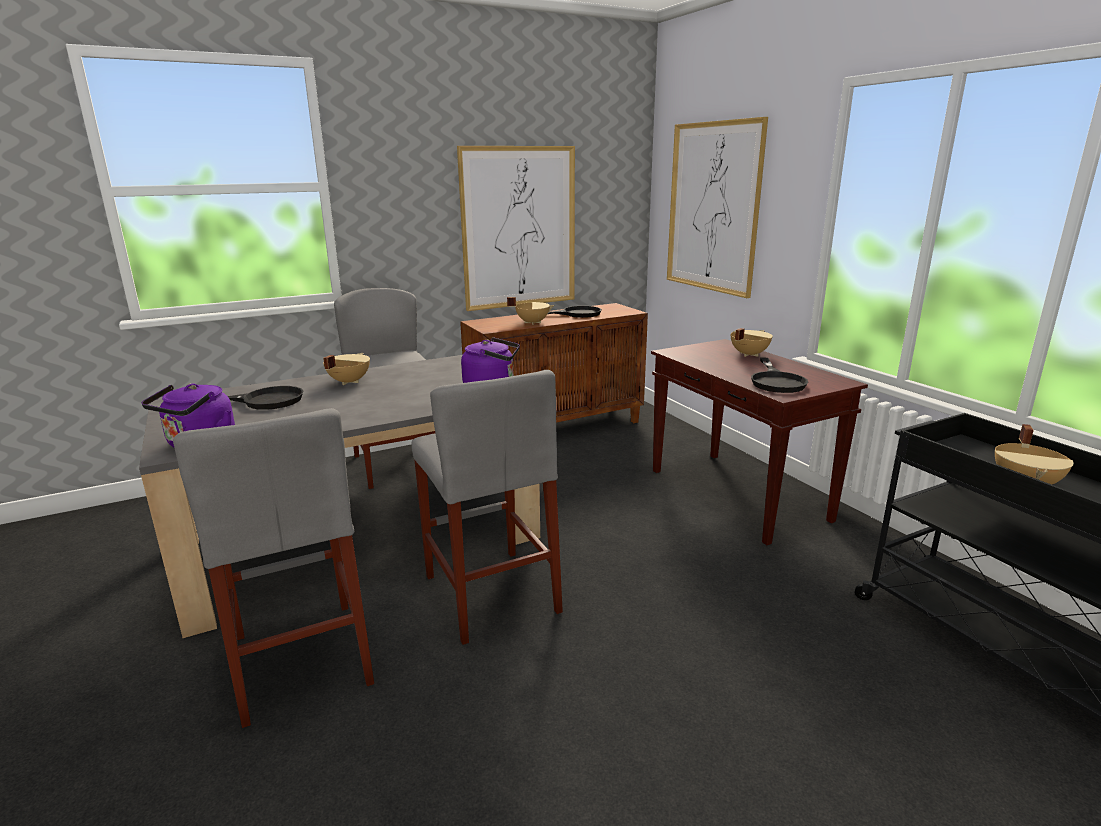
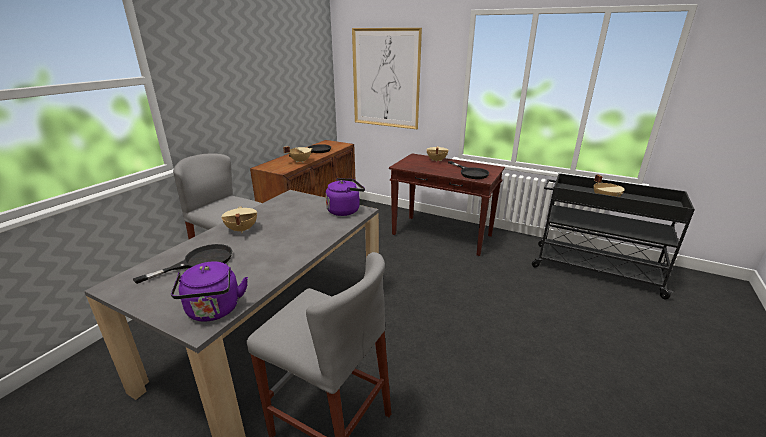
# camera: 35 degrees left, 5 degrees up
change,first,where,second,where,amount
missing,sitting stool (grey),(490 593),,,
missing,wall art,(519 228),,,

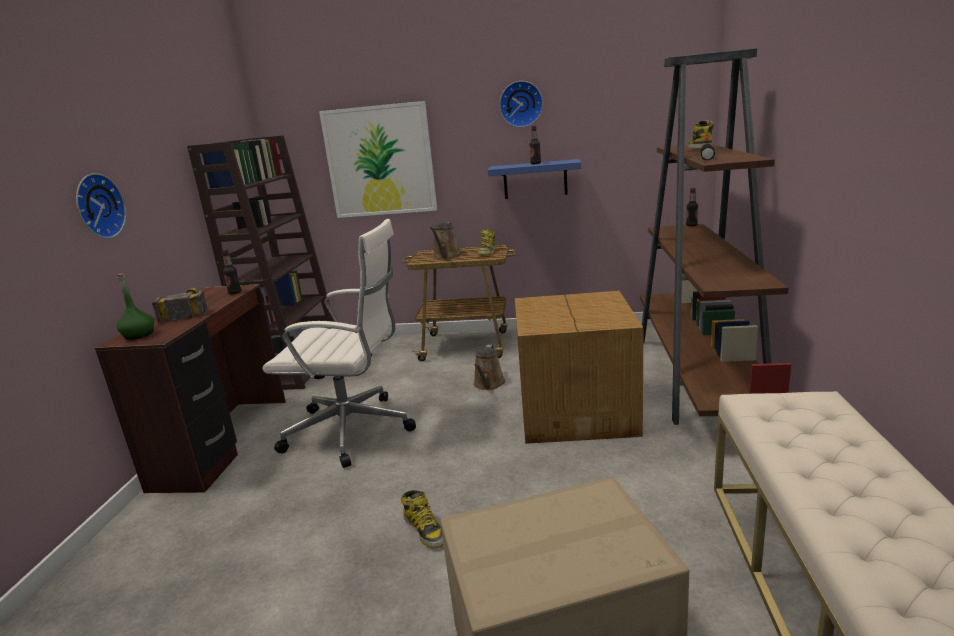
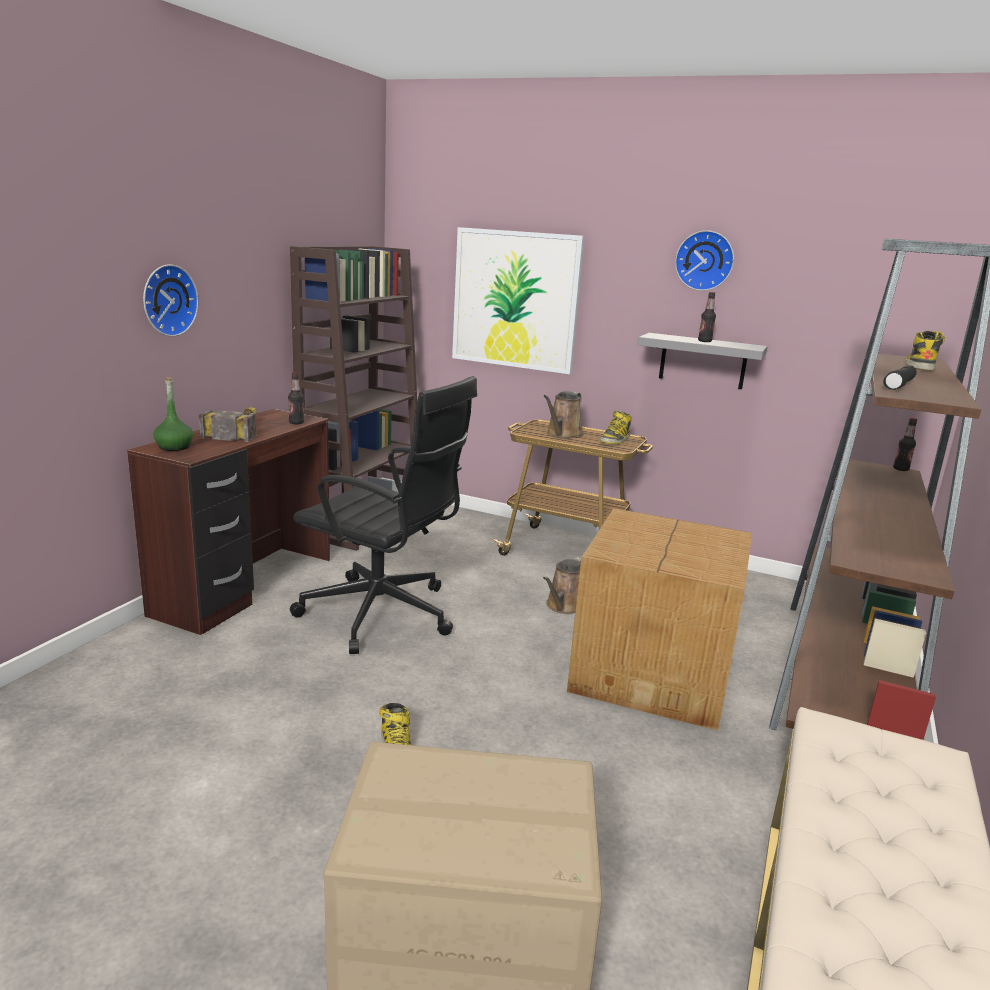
# camera: 15 degrees right, 0 degrees up
change,first,where,second,where,amount
colour,computer chair (whitish),(353 430),computer chair (blackish),(382 615),
colour,bracket shelf (blue-coloured),(535 179),bracket shelf (grey),(703 361),

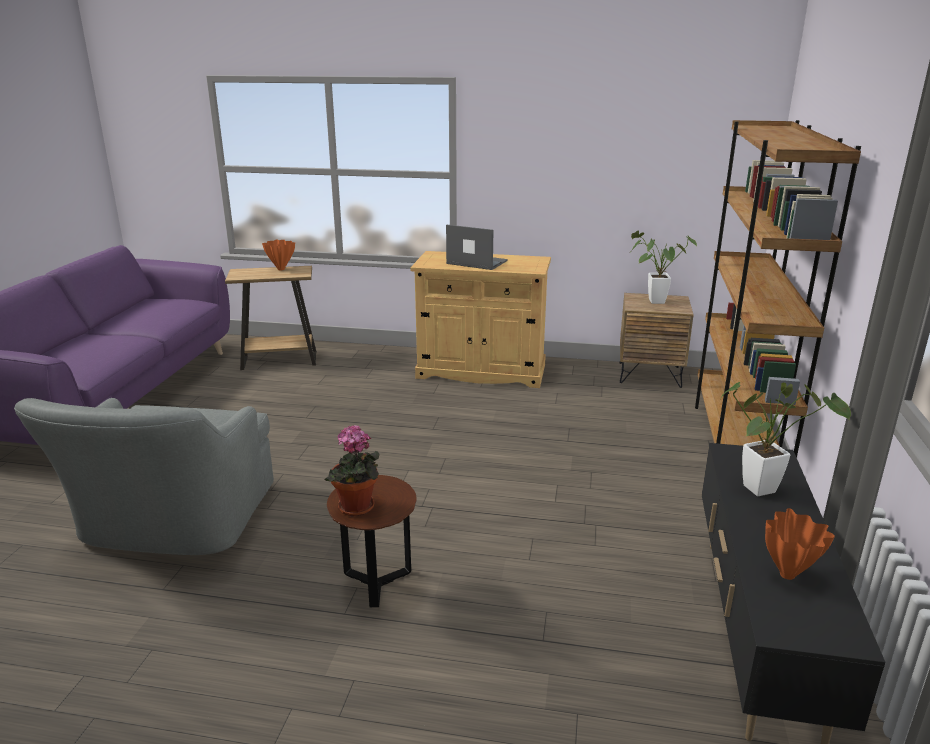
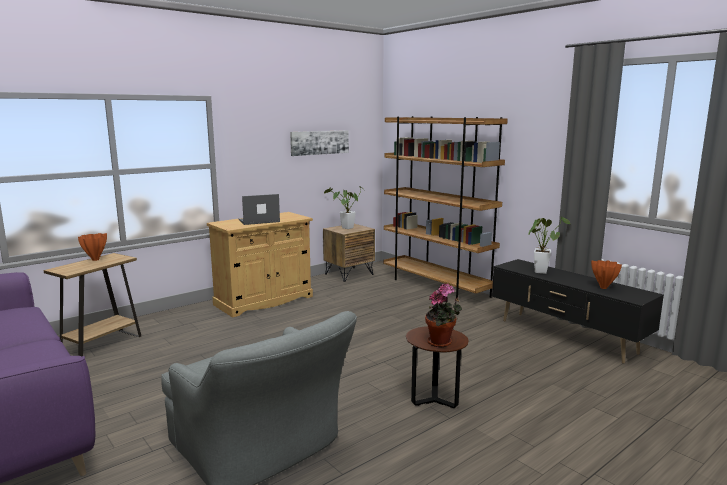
# camera: 50 degrees left, 10 degrees down
change,first,where,second,where,amount
appeared,,,wall art,(319 142),

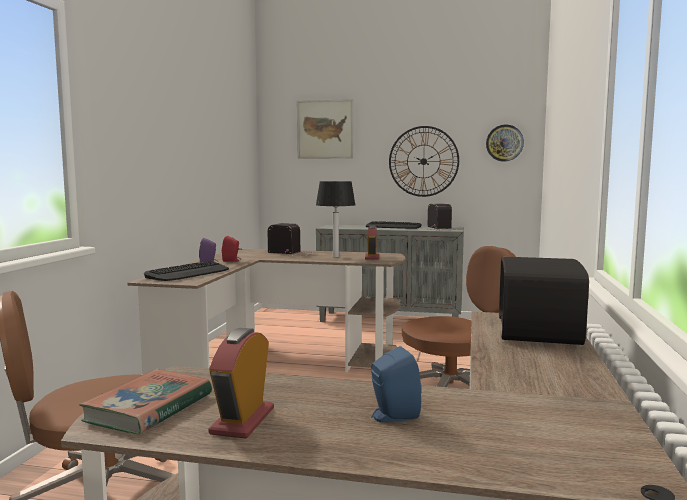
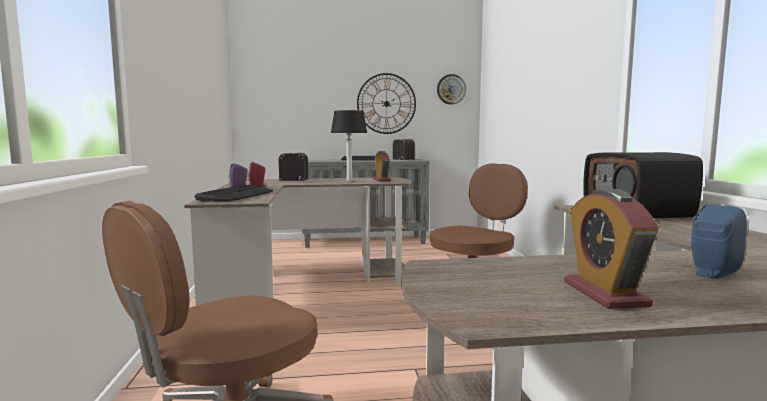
# camera: 20 degrees left, 0 degrees up
change,first,where,second,where,amount
missing,book,(149 408),,,
missing,wall art,(325 129),,,

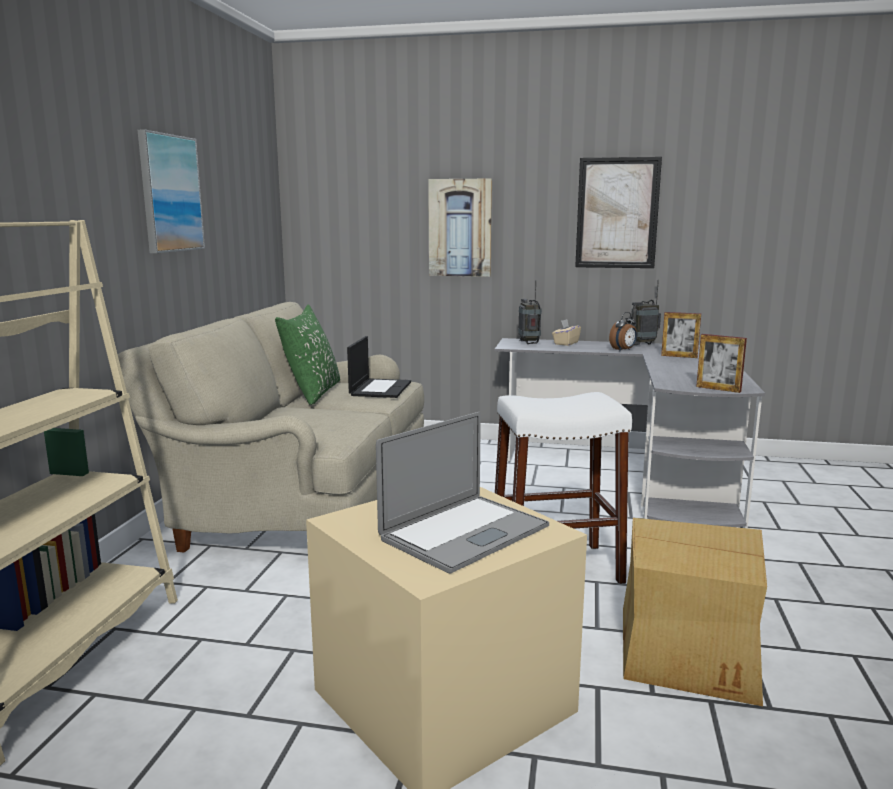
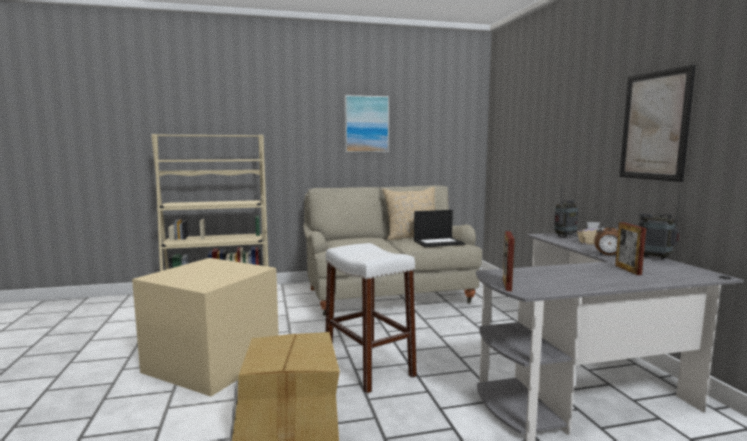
# camera: 65 degrees right, 5 degrees down
change,first,where,second,where,amount
colour,cushion (green),(312 393),cushion (beige),(412 236),
missing,laptop,(464 532),,,
missing,wall art,(460 228),,,

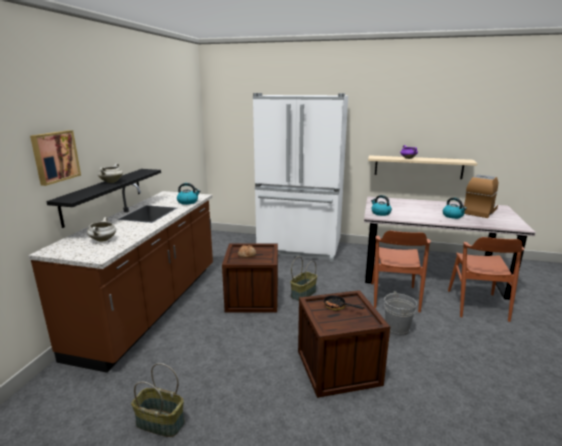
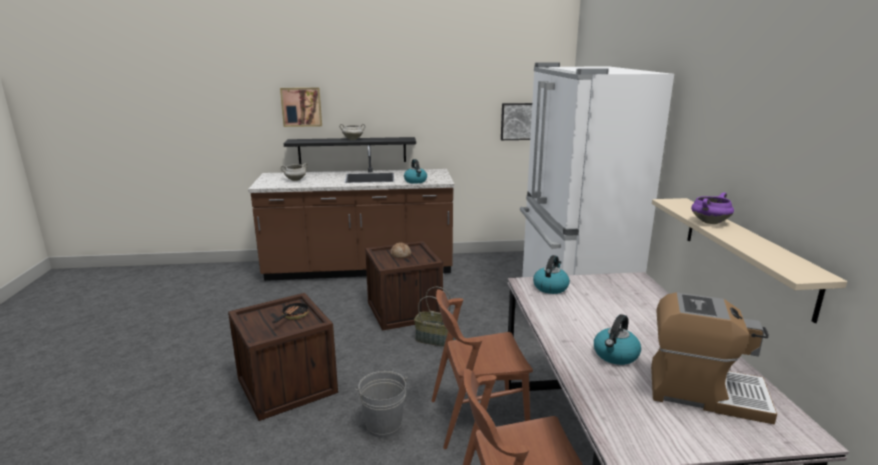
# camera: 70 degrees right, 0 degrees up
change,first,where,second,where,amount
appeared,,,wall art,(518 121),
missing,storage basket,(159 423),,,

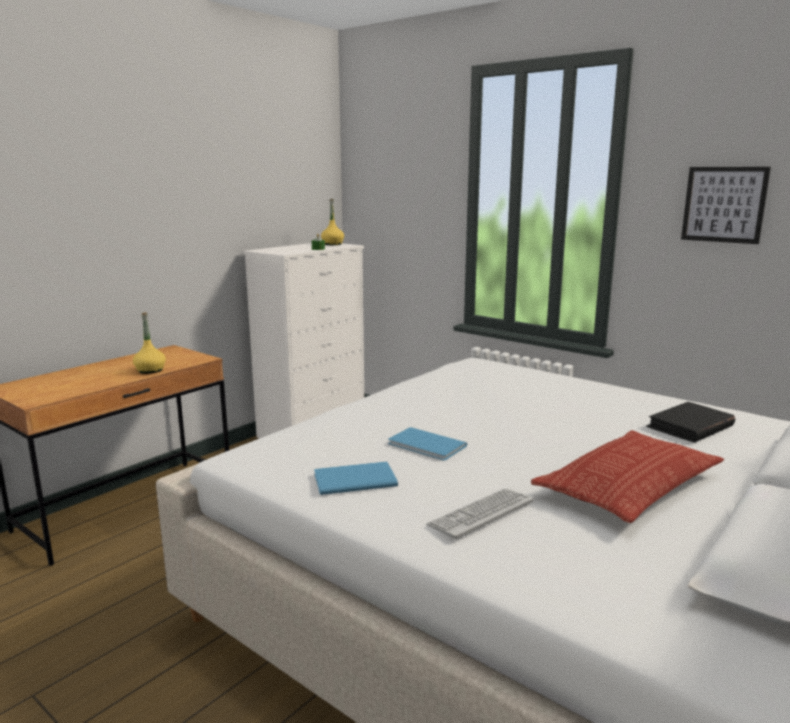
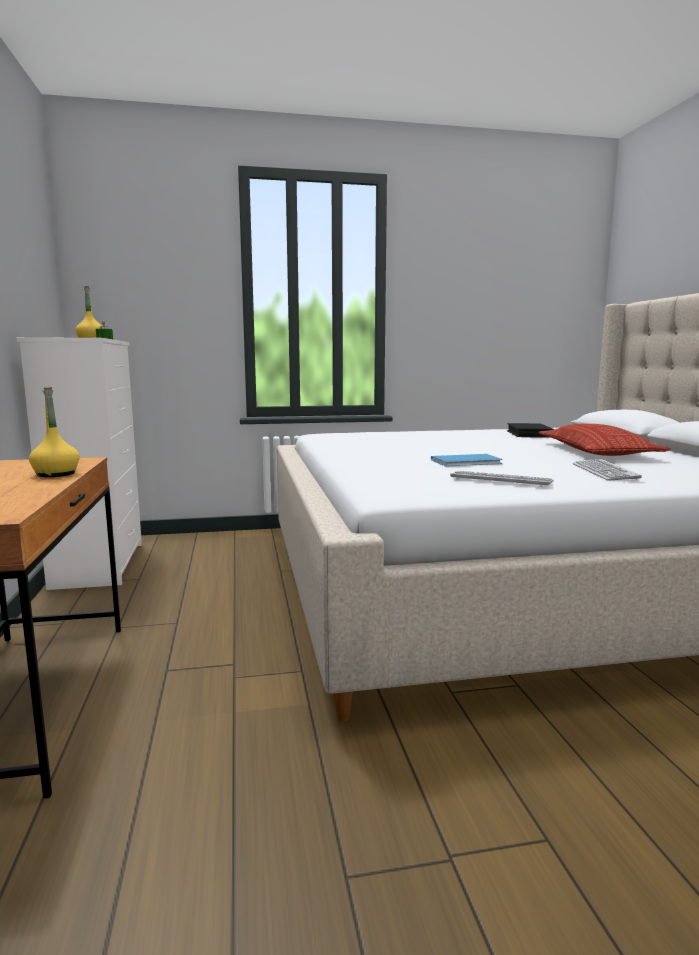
# camera: 50 degrees left, 5 degrees down
change,first,where,second,where,amount
exchanged,book (blue-coloured),(352 479),PC keyboard,(501 480),
missing,wall art,(724 204),,,

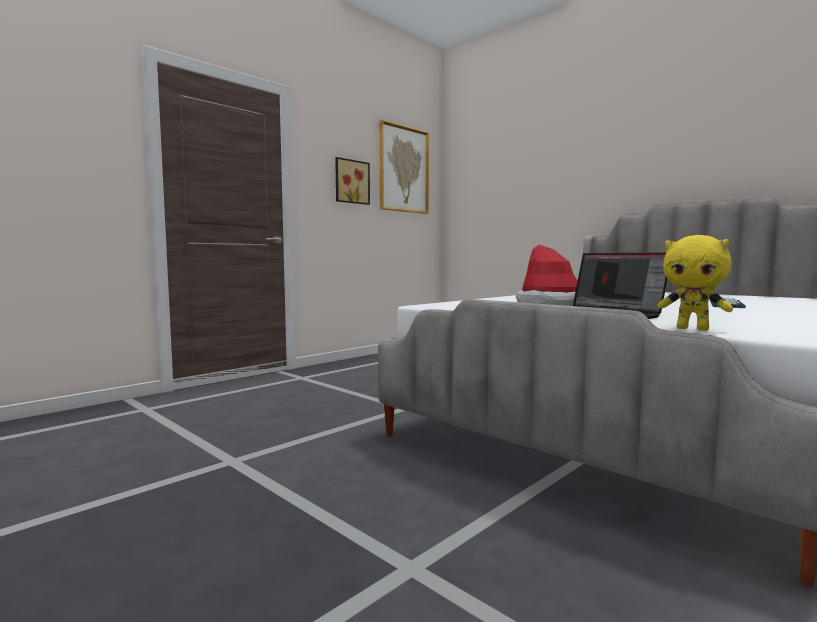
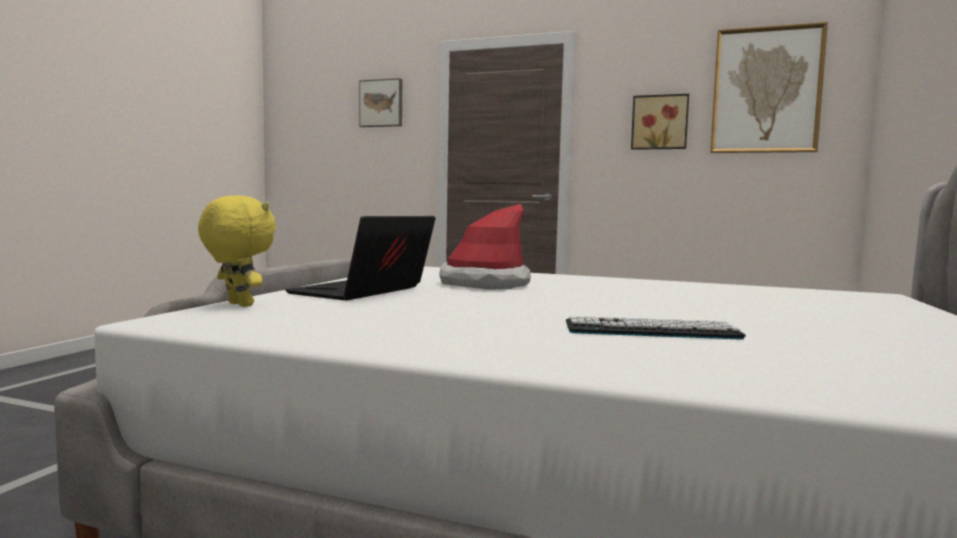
# camera: 65 degrees right, 0 degrees up
change,first,where,second,where,amount
spun,cuddly toy (yellow),(693 329),,(238 305),120 degrees clockwise
appeared,,,wall art,(381 103),

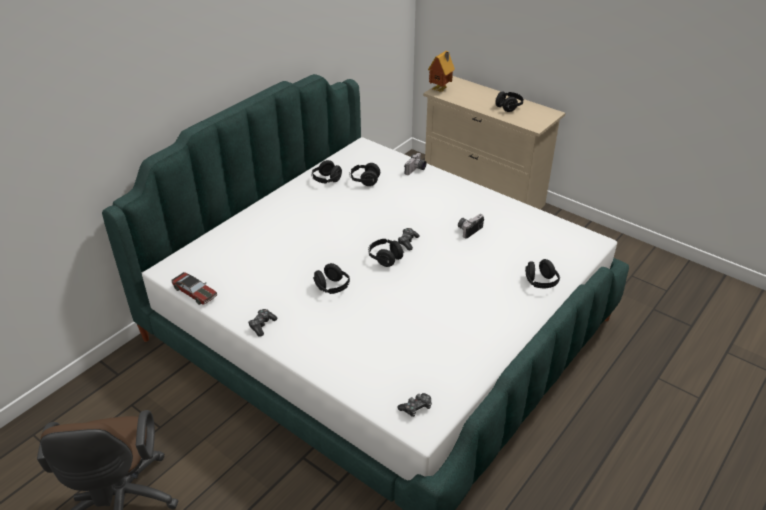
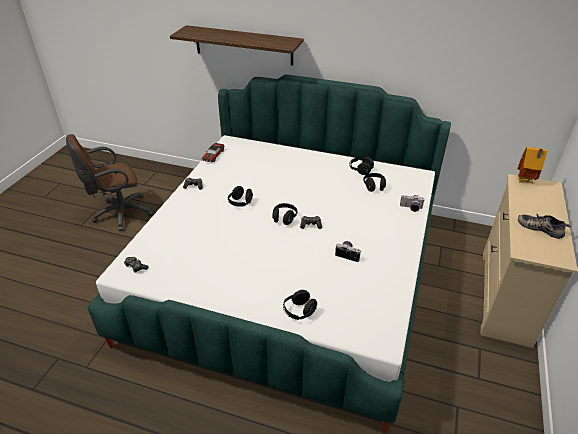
# camera: 70 degrees right, 0 degrees up
change,first,where,second,where,amount
appeared,,,bracket shelf,(243 45),
exchanged,headphones (blackish),(508 107),item of footwear,(540 228),

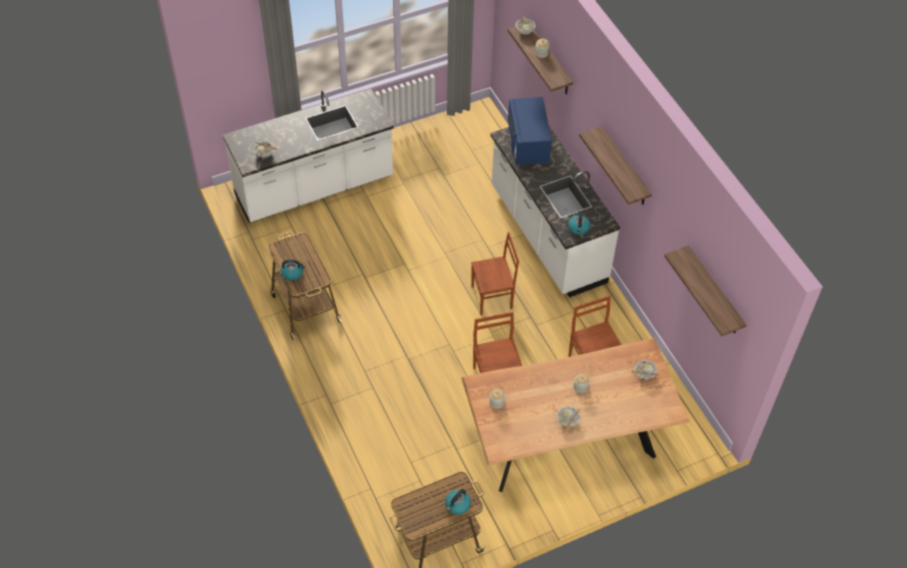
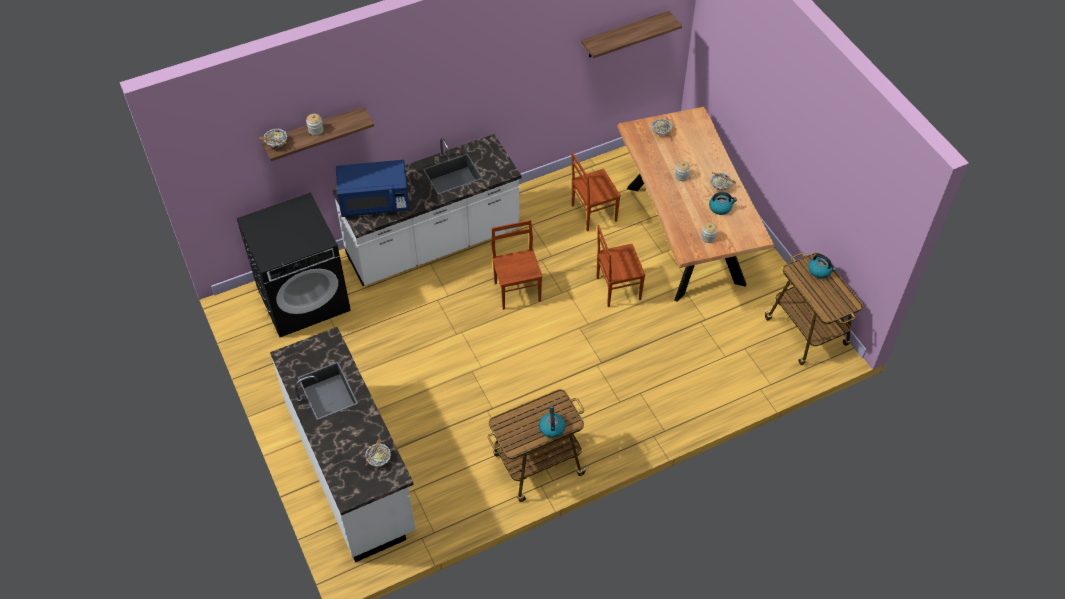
# camera: 90 degrees left, 0 degrees up
change,first,where,second,where,amount
appeared,,,laundry appliance (blackish),(304 298),
relocated,water kettle,(578 228),,(720 207),
missing,bracket shelf,(624 168),,,

